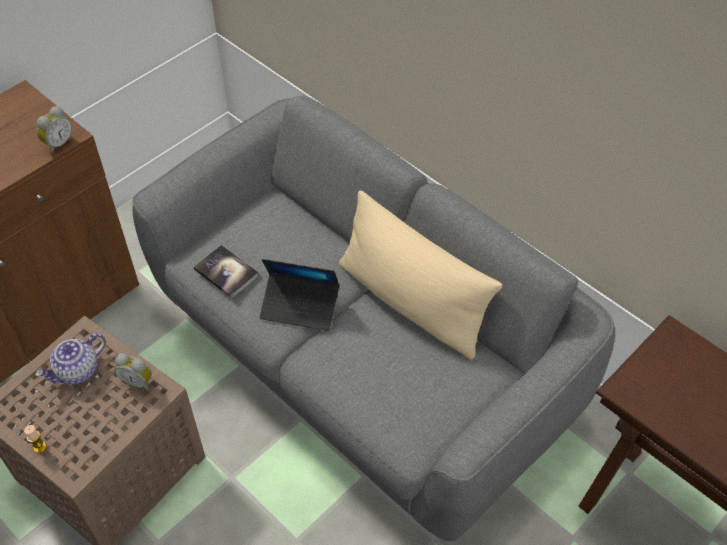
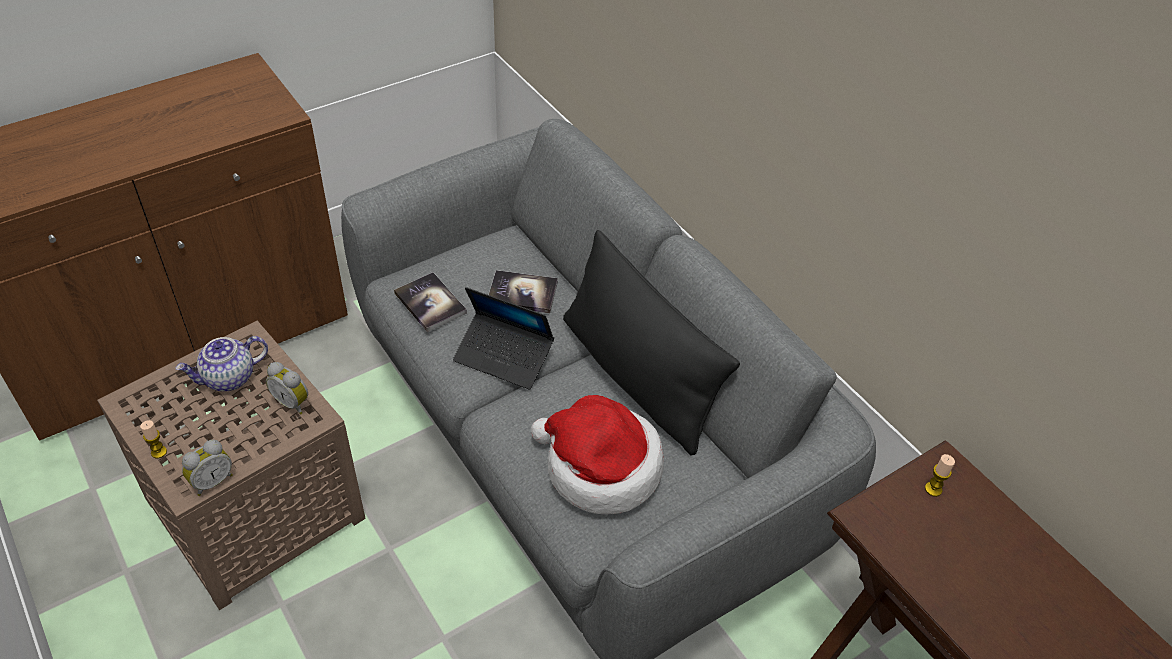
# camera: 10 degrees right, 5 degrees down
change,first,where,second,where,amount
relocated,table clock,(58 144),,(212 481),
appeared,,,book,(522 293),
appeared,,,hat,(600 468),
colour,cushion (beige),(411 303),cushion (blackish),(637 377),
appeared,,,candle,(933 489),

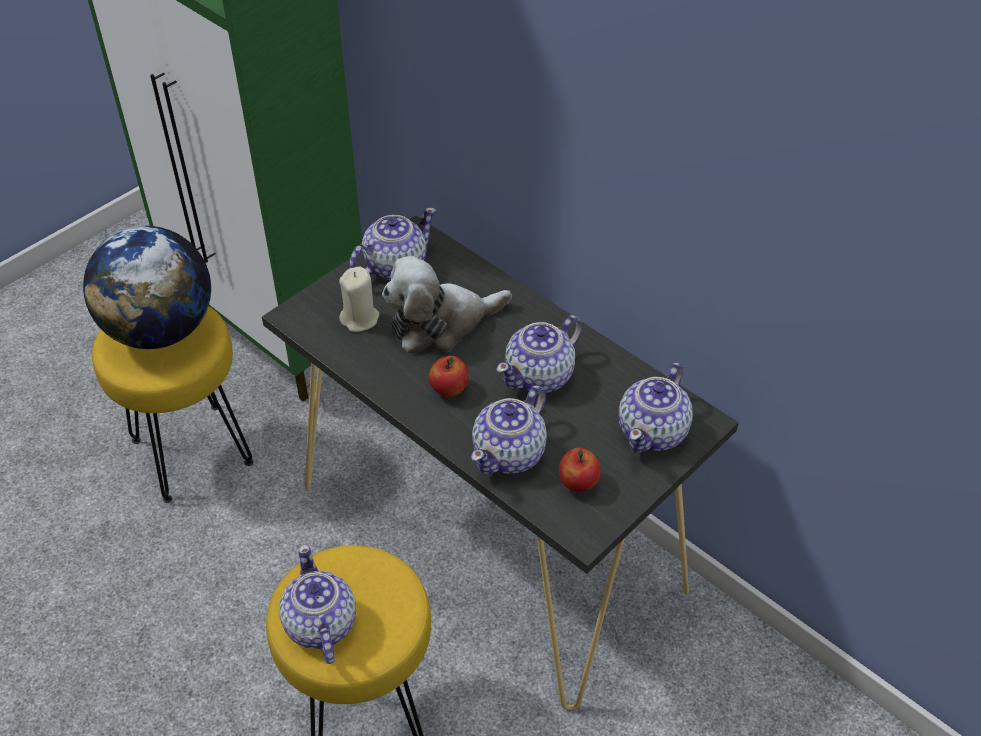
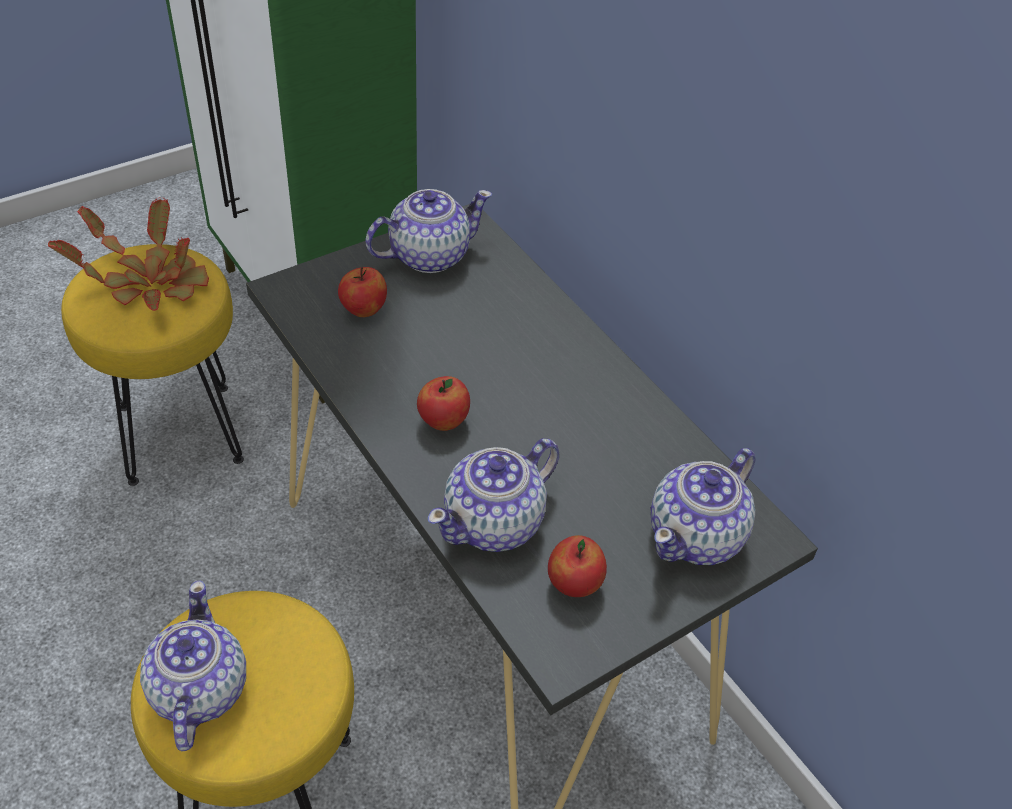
# camera: 10 degrees right, 0 degrees up
change,first,where,second,where,amount
exchanged,globe,(161 330),plant in a pot,(150 281),
exchanged,candle (beige),(360 319),apple fruit,(363 310),
missing,cuddly toy,(441 324),,,
missing,tea pot,(540 376),,,

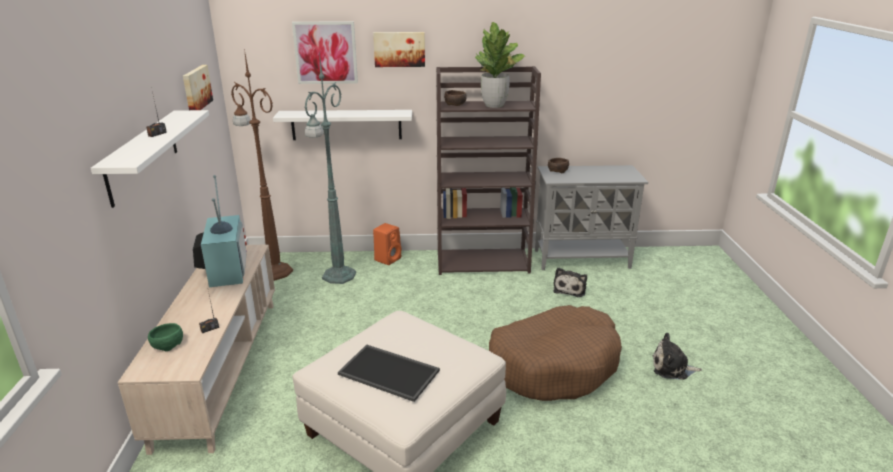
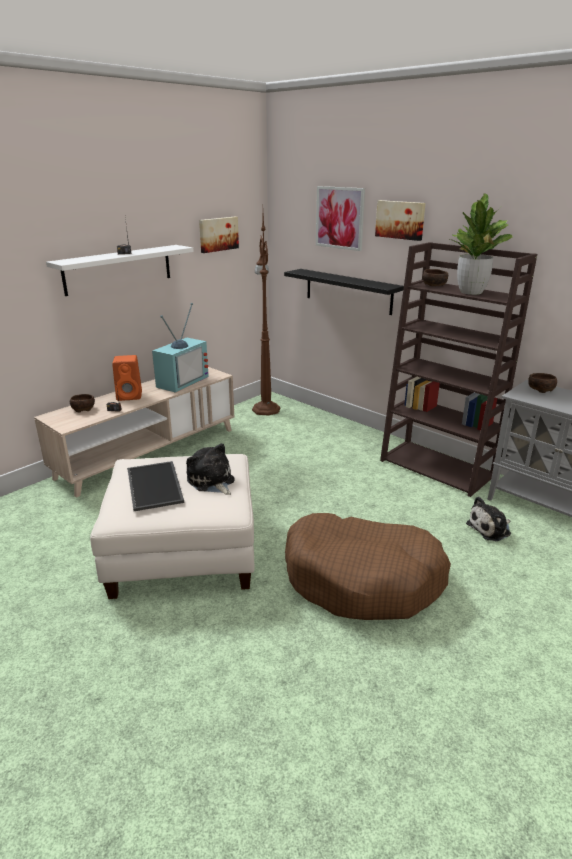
# camera: 45 degrees right, 0 degrees up
change,first,where,second,where,amount
colour,serving bowl (green),(167 344),serving bowl (brownish),(83 409),
relocated,audio speaker (orange),(388 259),,(130 396),
relocated,cuddly toy,(672 368),,(211 481),
colour,bracket shelf (whitish),(346 125),bracket shelf (blackish),(348 291),
missing,standing lamp (green),(338 276),,,

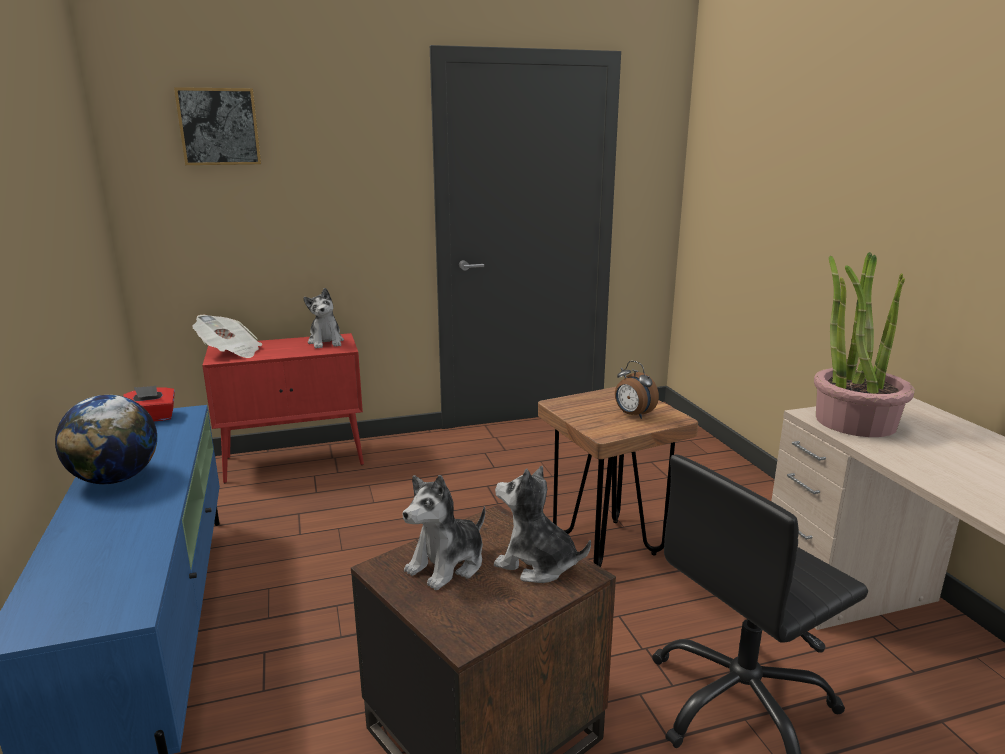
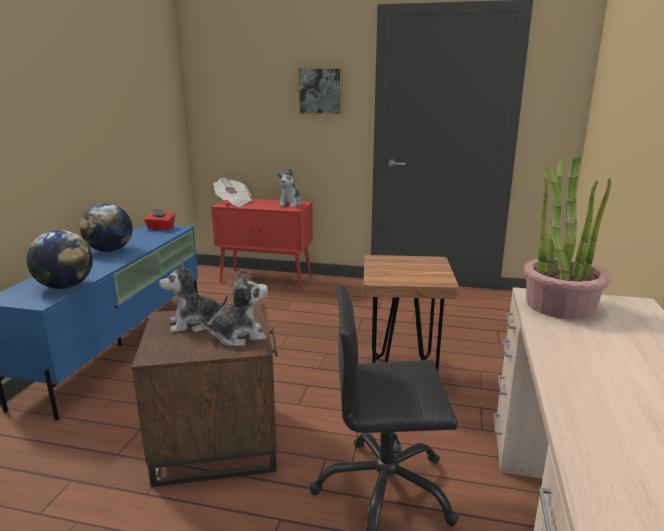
# camera: 30 degrees right, 0 degrees up
change,first,where,second,where,amount
appeared,,,globe,(65 286),
spun,cuddly toy,(536 564),,(238 336),105 degrees clockwise
relocated,wall art,(219 127),,(320 91),
missing,table clock,(633 415),,,

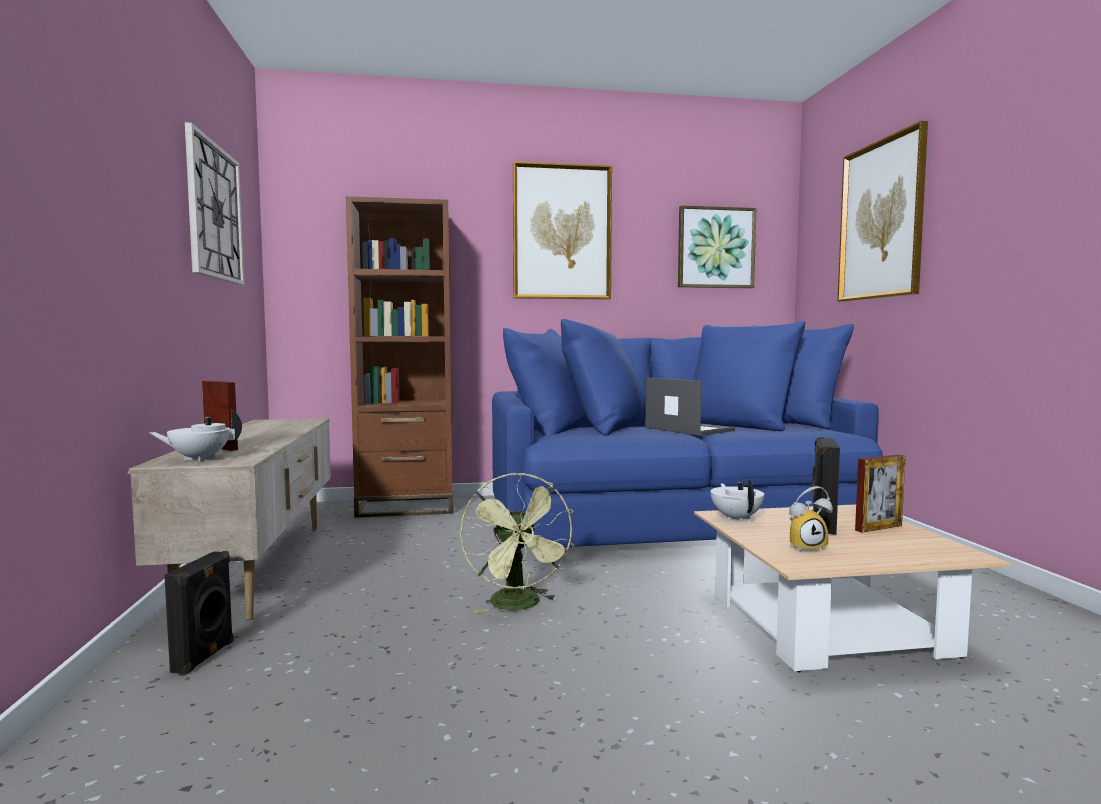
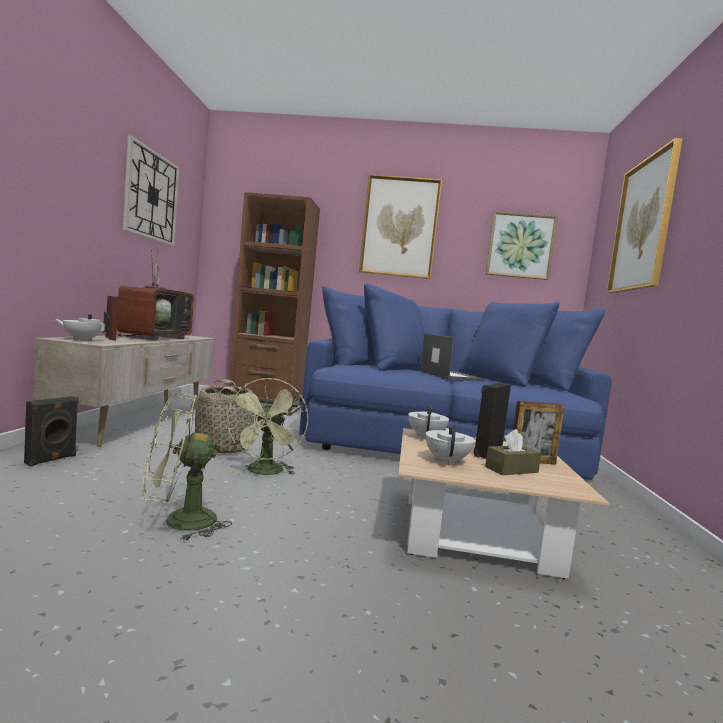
# camera: 15 degrees right, 0 degrees up
change,first,where,second,where,amount
appeared,,,TV set,(155 337),
appeared,,,cooling fan (green),(178 522),
appeared,,,storage basket,(223 446),
exchanged,table clock,(806 547),tea pot (whitish),(447 461),
appeared,,,box of tissues (brownish),(511 469),

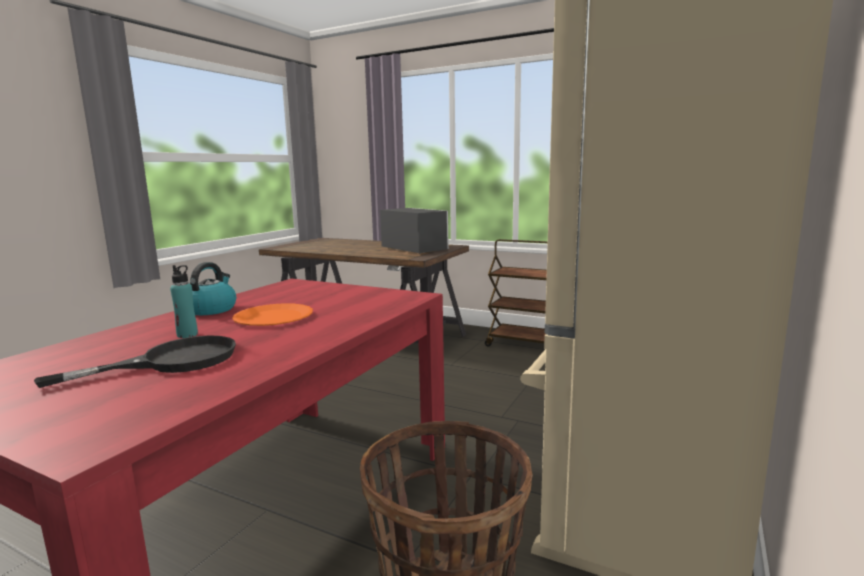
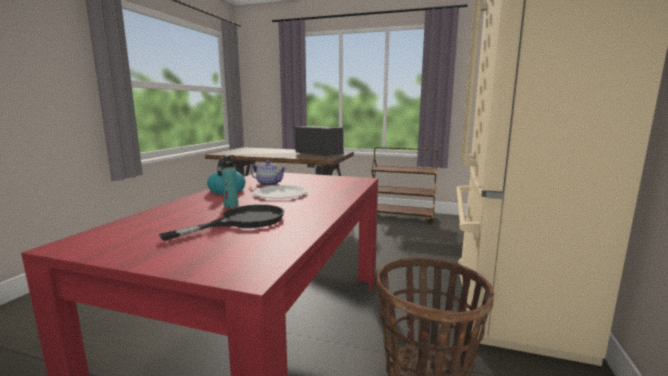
# camera: 10 degrees left, 0 degrees up
change,first,where,second,where,amount
appeared,,,tea pot,(269 184),
colour,dinner plate (orange),(273 317),dinner plate (whitish),(280 194),

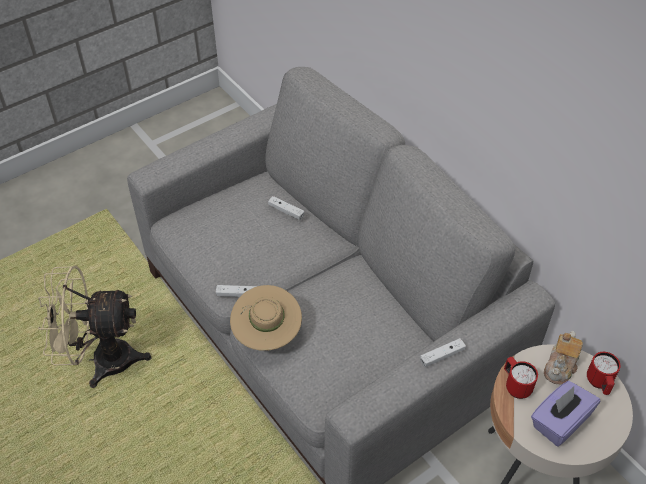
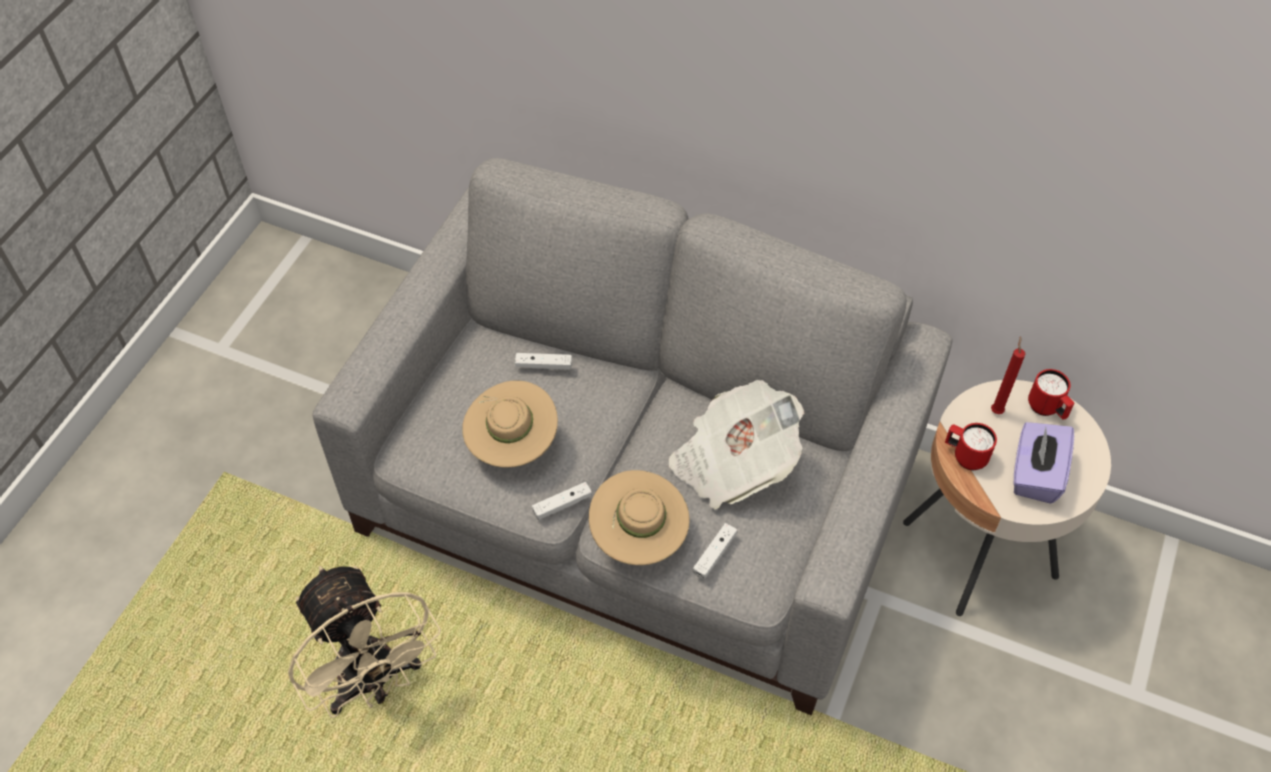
# camera: 30 degrees left, 5 degrees up
change,first,where,second,where,amount
spun,cooling fan (beige),(102 360),,(373 682),90 degrees counterclockwise
appeared,,,hat (beige),(512 444),
appeared,,,newspaper,(733 462),
relocated,gamepad (whitish),(442 356),,(714 554),
exchanged,tea pot,(560 367),candle (red-coloured),(996 410),

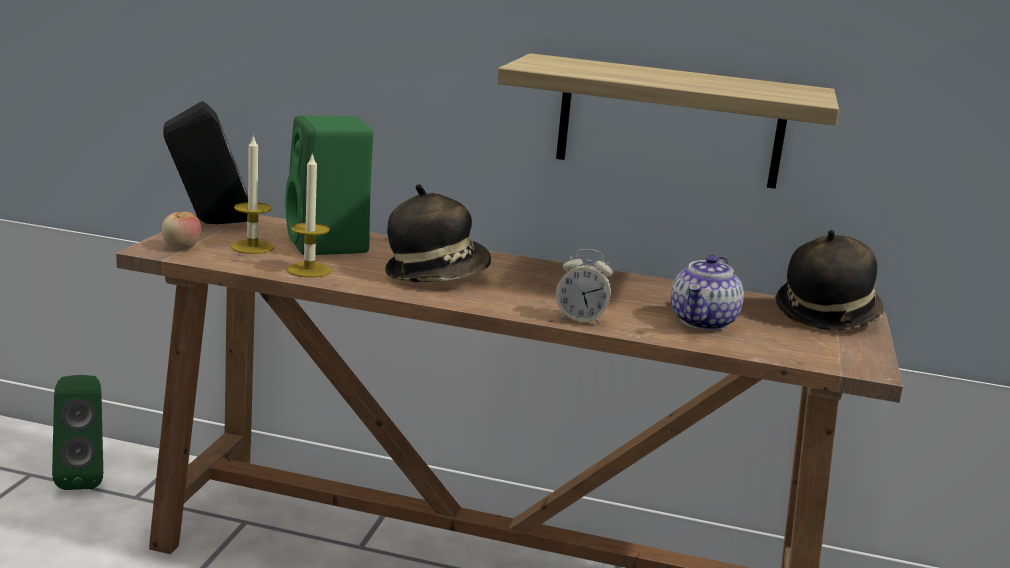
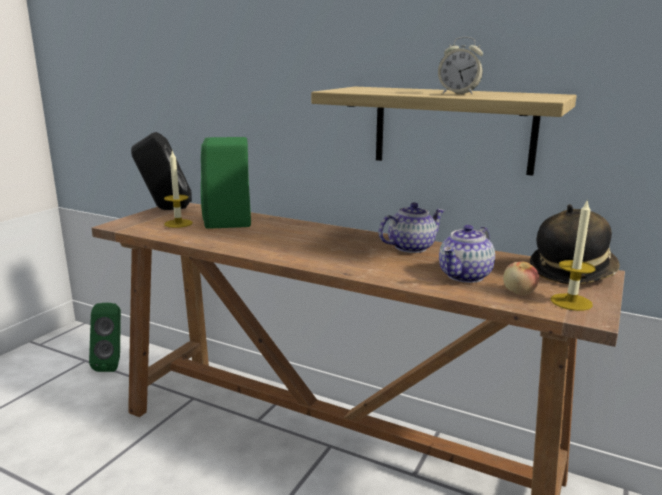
# camera: 15 degrees right, 0 degrees up
change,first,where,second,where,amount
appeared,,,tea pot,(411 247),
relocated,table clock,(581 319),,(458 94),
relocated,apple fruit,(181 247),,(519 293),
relocated,candle,(309 270),,(571 302),
missing,hat,(436 275),,,

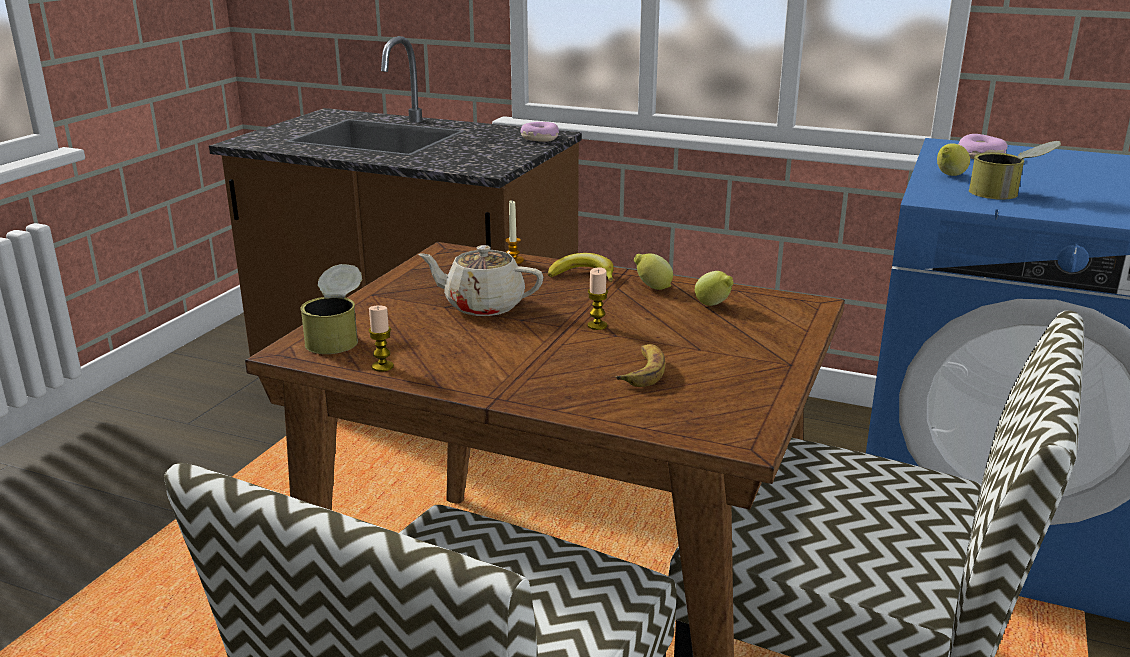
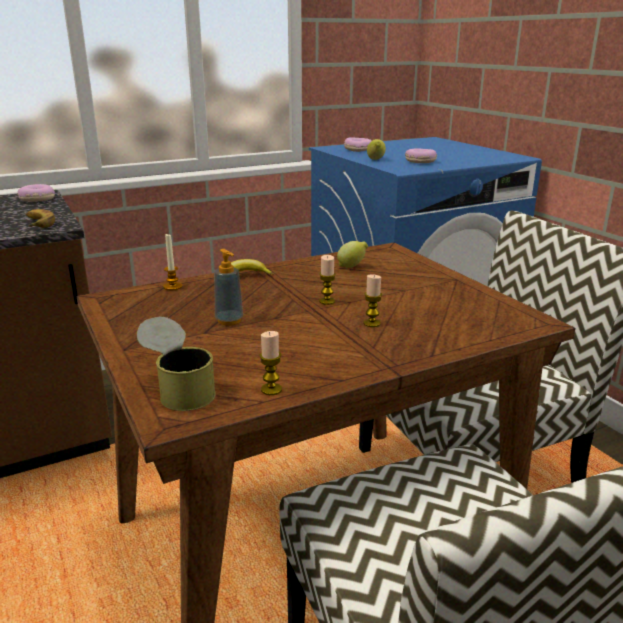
# camera: 50 degrees left, 0 degrees up
change,first,where,second,where,amount
relocated,banana,(642 371),,(38 223),
exchanged,tea pot (beige),(483 306),soap dispenser,(229 320),
appeared,,,candle,(372 323),
exchanged,metal can,(1008 194),doughnut,(420 161),
missing,lemon,(652 288),,,

